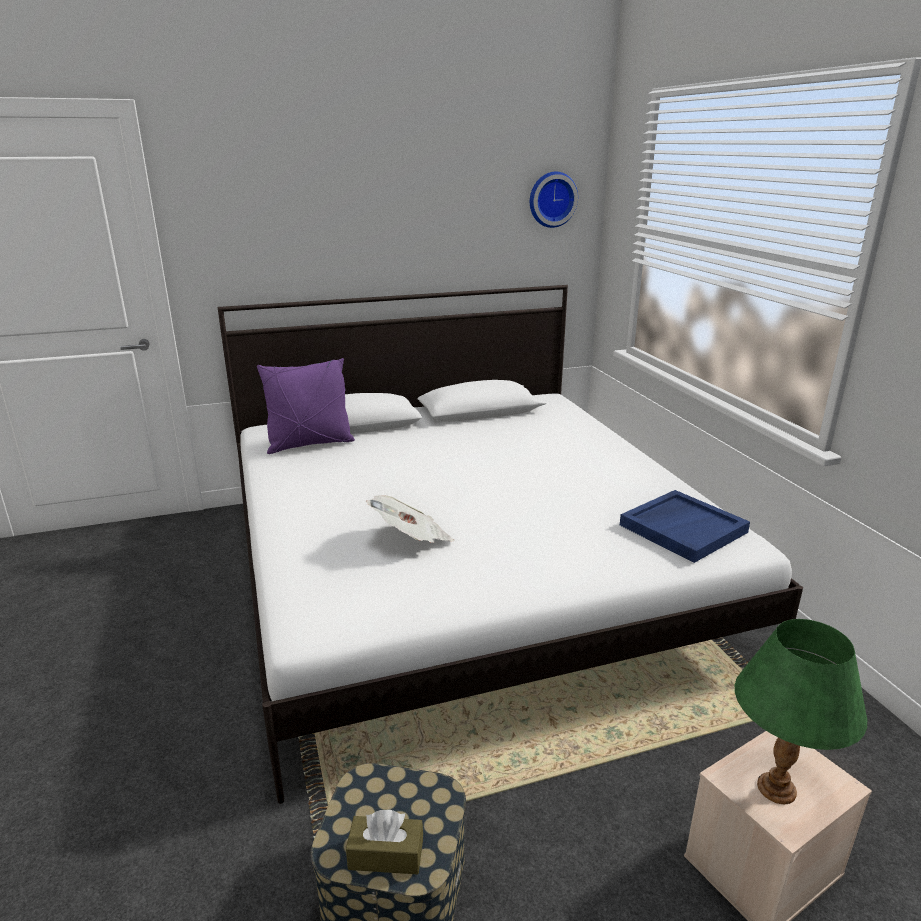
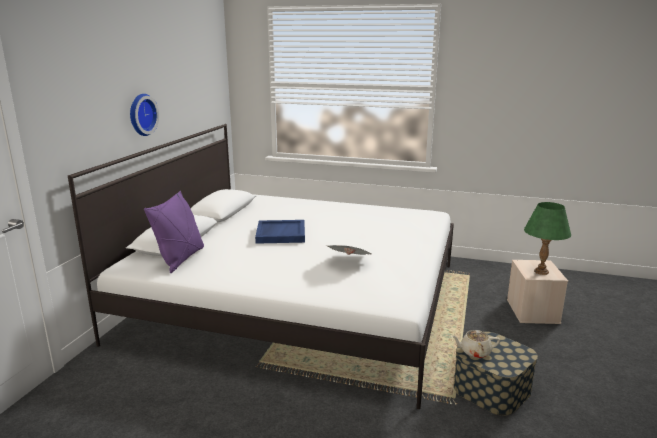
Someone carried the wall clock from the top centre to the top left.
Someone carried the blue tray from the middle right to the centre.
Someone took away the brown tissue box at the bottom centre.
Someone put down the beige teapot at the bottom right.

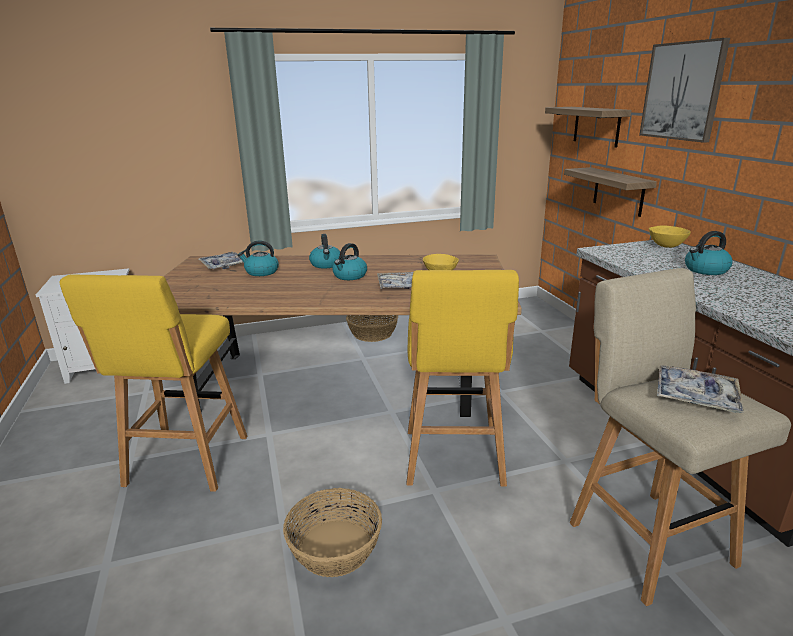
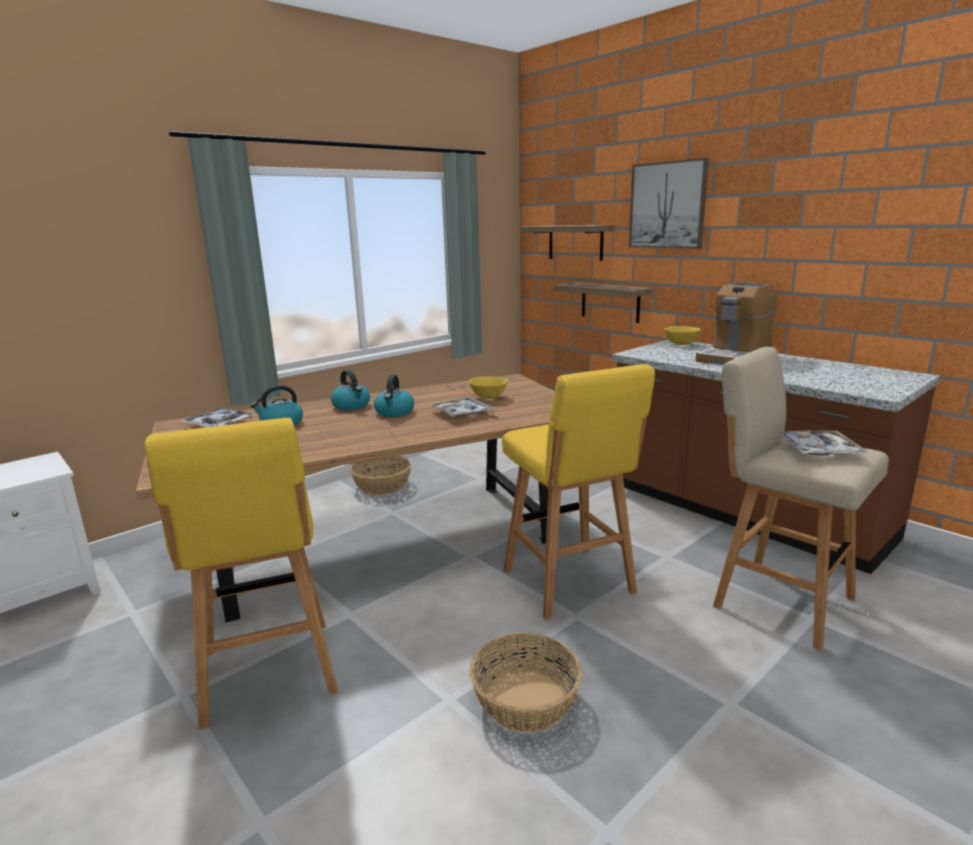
Someone swapped the kettle (no. 4 from left) at the middle right for the coffee machine at the middle right.

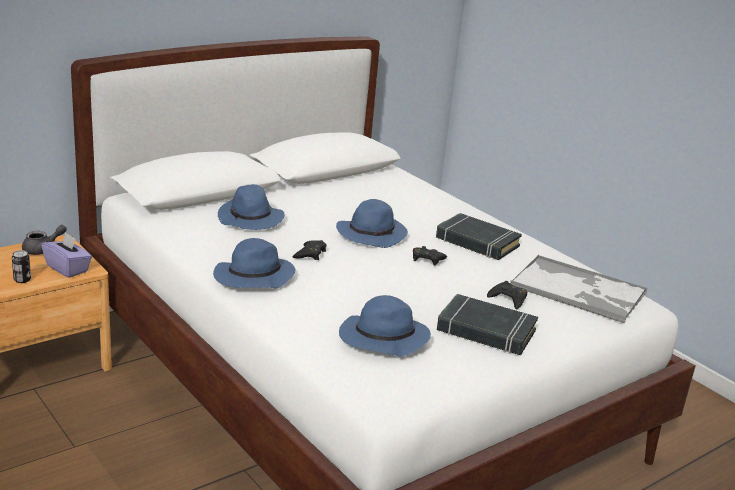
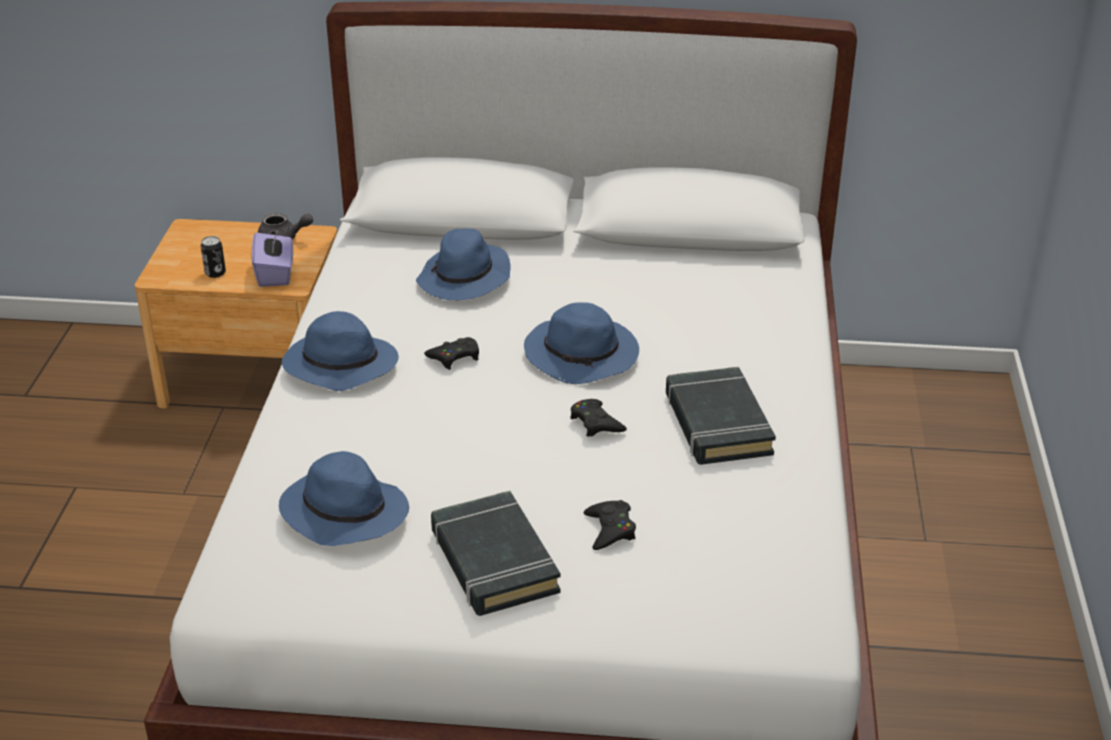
Someone took away the tray at the middle right.

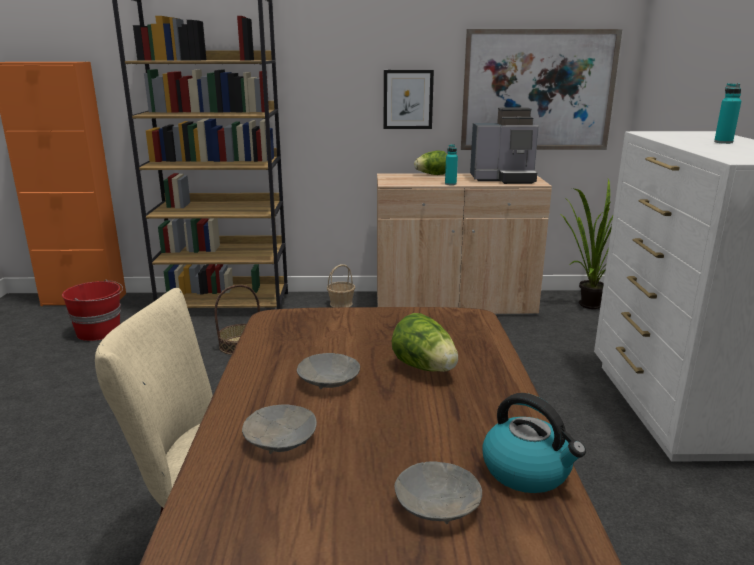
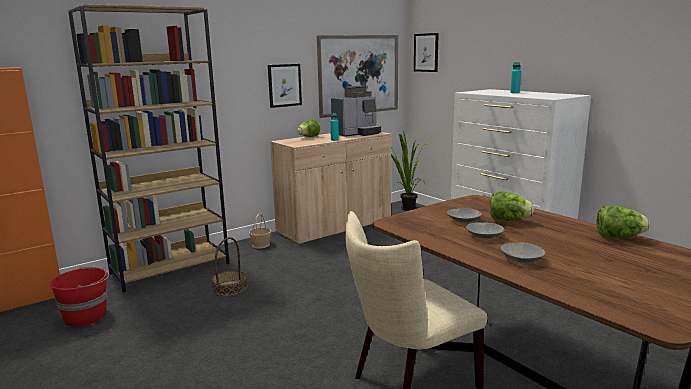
Someone swapped the kettle at the bottom right for the lettuce (no. 3 from left) at the middle right.
Someone carried the grey bowl (no. 3 from left in the first image) from the bottom centre to the middle right.
Someone put up the picture (no. 3 from left) at the top centre.

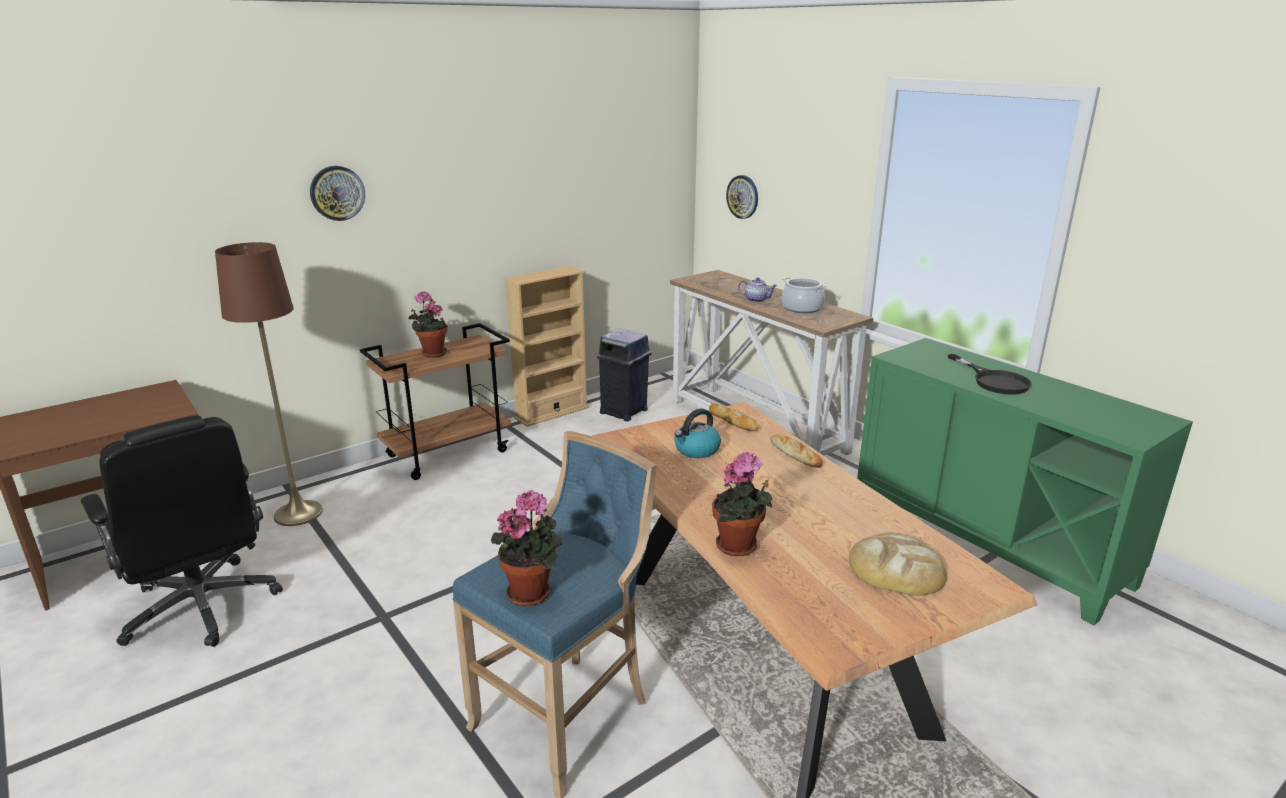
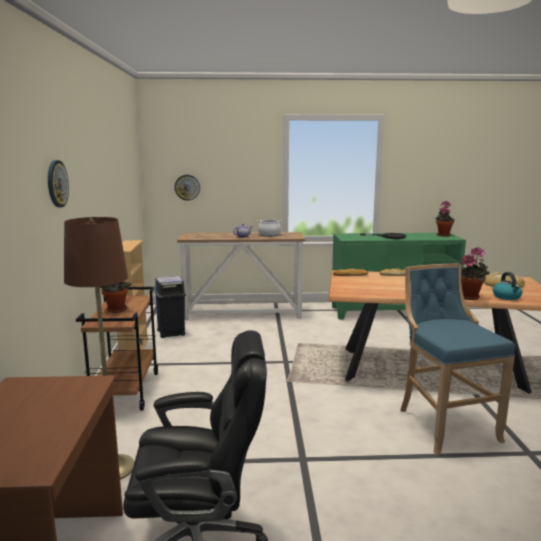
Someone carried the kettle from the centre to the middle right.
Someone carried the potted plant (no. 2 from left) from the bottom centre to the middle right.

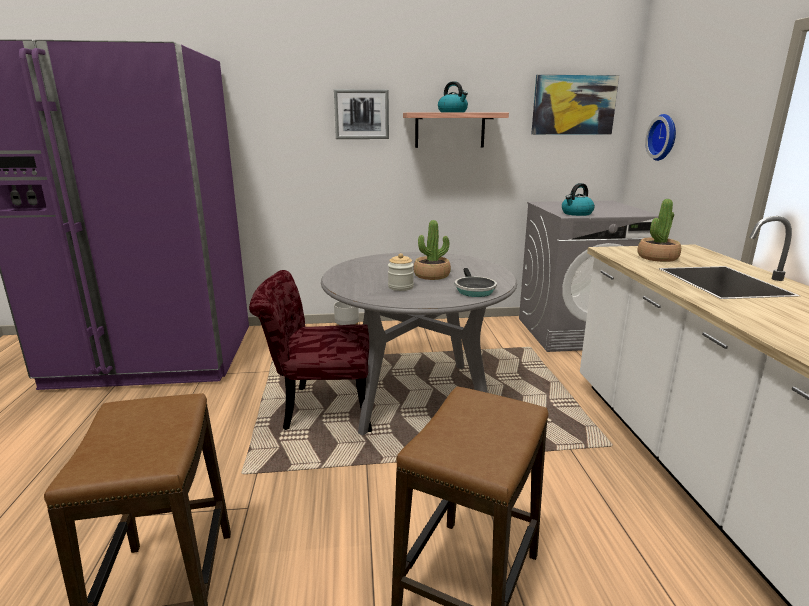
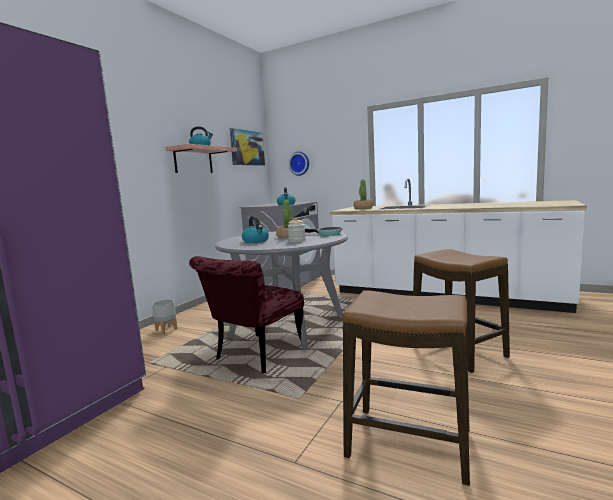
Someone took away the picture (no. 1 from left) at the top centre.
Someone put down the kettle (no. 2 from left) at the centre.

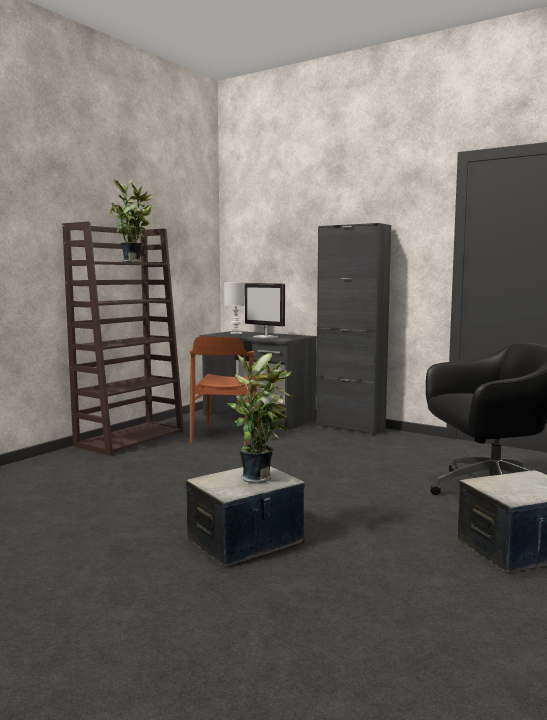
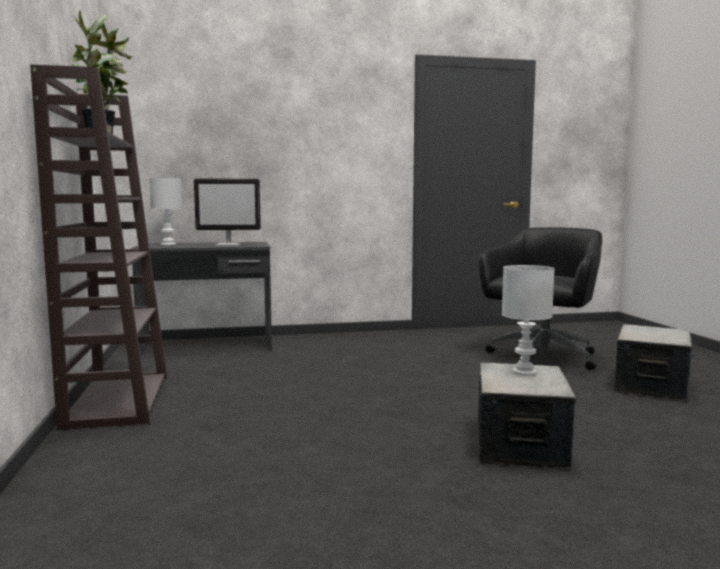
Someone took away the black cabinet at the centre.
Someone took away the brown chair at the centre.
Someone swapped the potted plant (no. 2 from left) at the centre for the white table lamp (no. 2 from left) at the middle right.

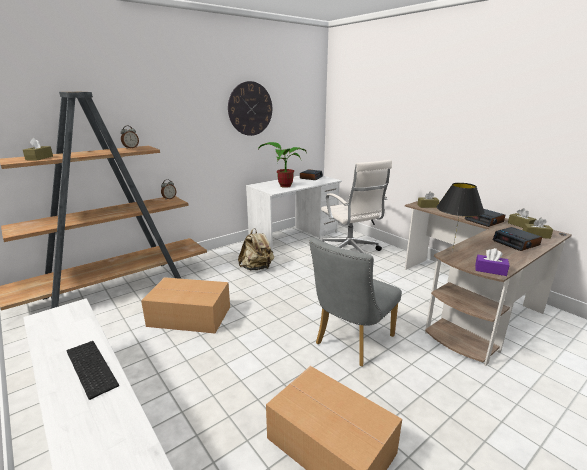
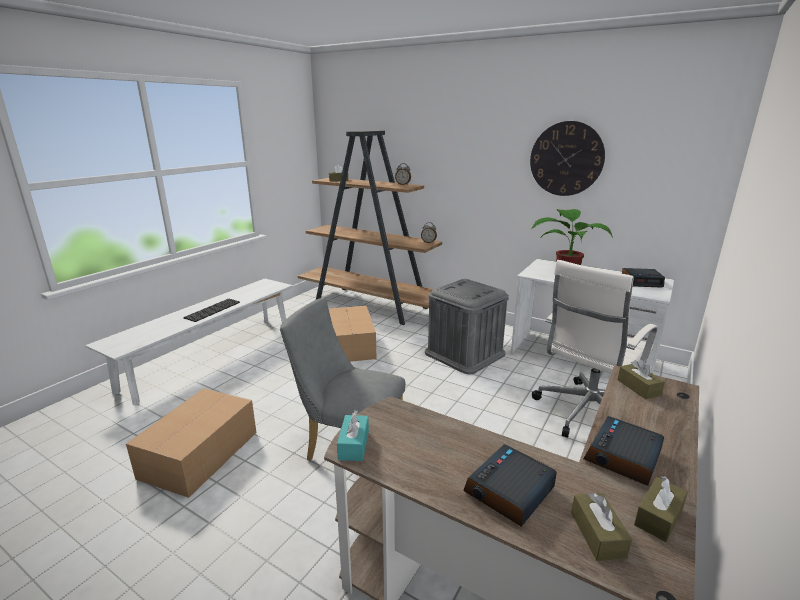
Someone took away the black table lamp at the middle right.
Someone swapped the beige backpack at the centre for the grey storage box at the centre.
Someone repainted the purple tissue box at the middle right, which became the turquoise tissue box at the bottom centre.

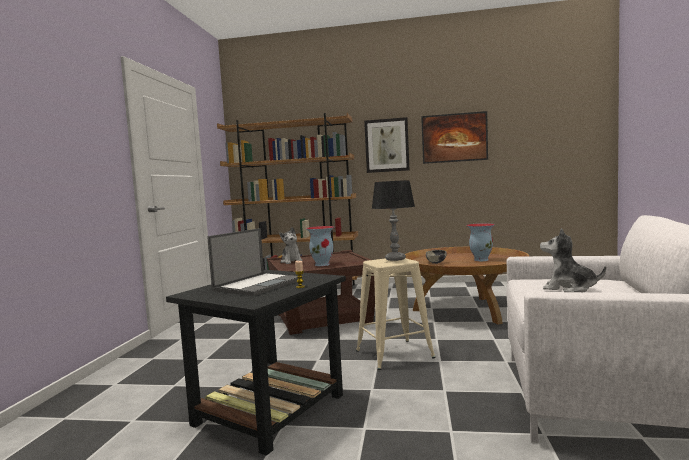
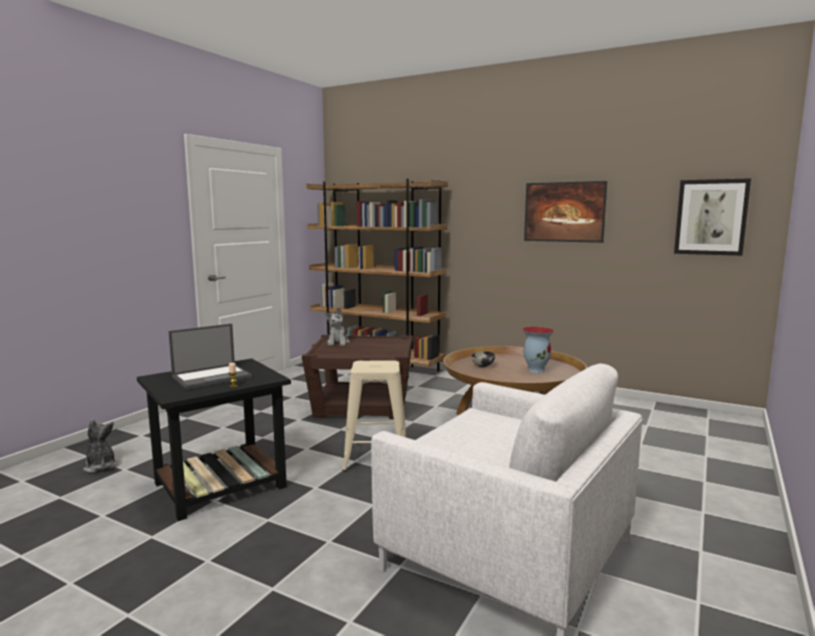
Someone carried the picture (no. 1 from left in the first image) from the top centre to the middle right.
Someone took away the table lamp at the centre.
Someone took away the vase (no. 1 from left) at the centre.
Someone carried the plush toy (no. 2 from left in the first image) from the middle right to the bottom left.

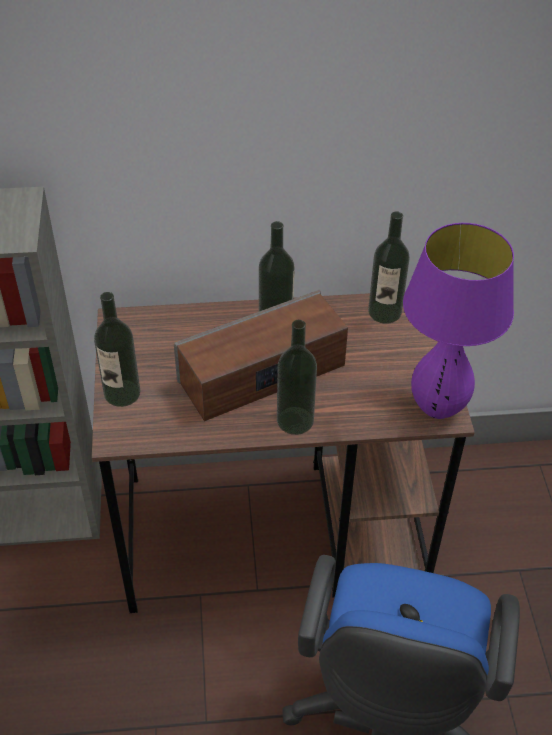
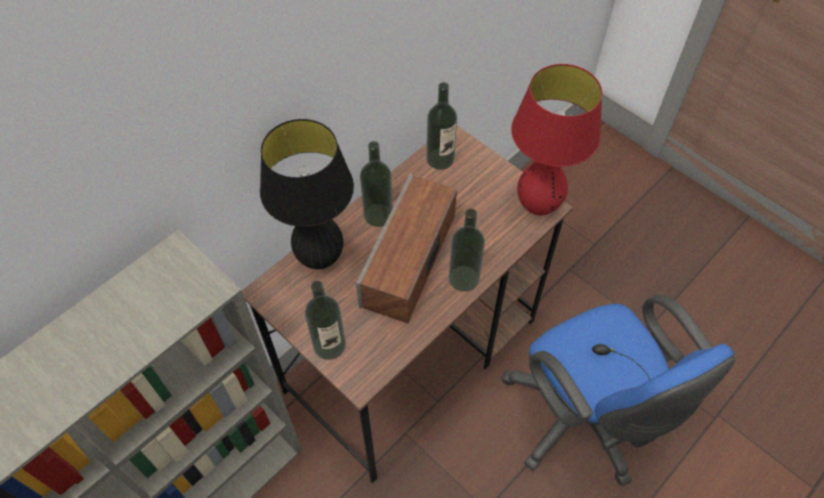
Someone repainted the purple table lamp at the middle right, which became the red table lamp at the top right.
Someone put down the black table lamp at the centre.

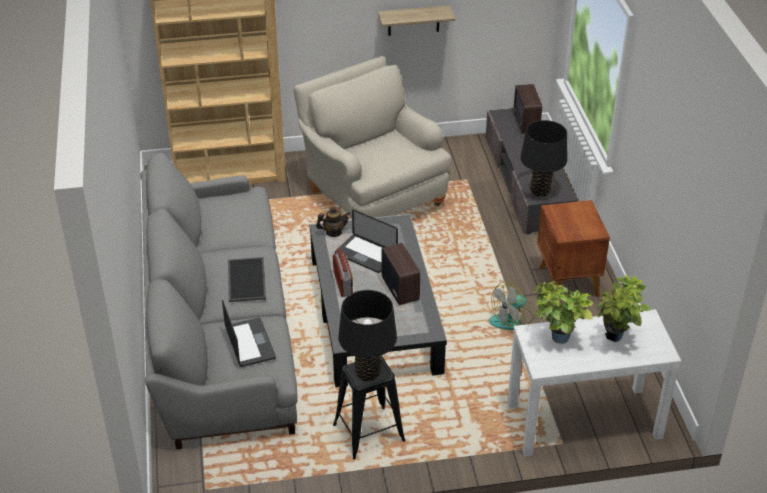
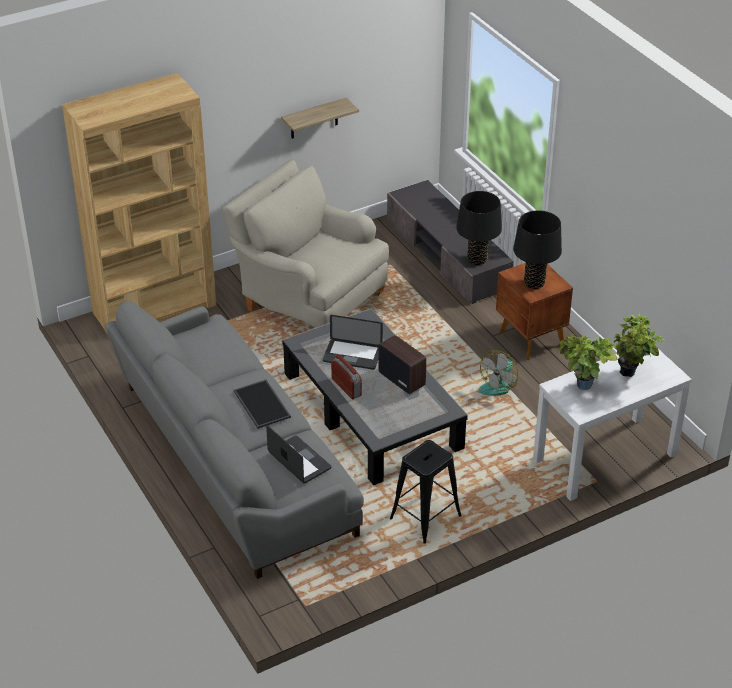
Someone took away the radio (no. 3 from left) at the top right.
Someone took away the teapot at the centre.
Someone carried the black table lamp (no. 1 from left in the first image) from the bottom centre to the middle right.

